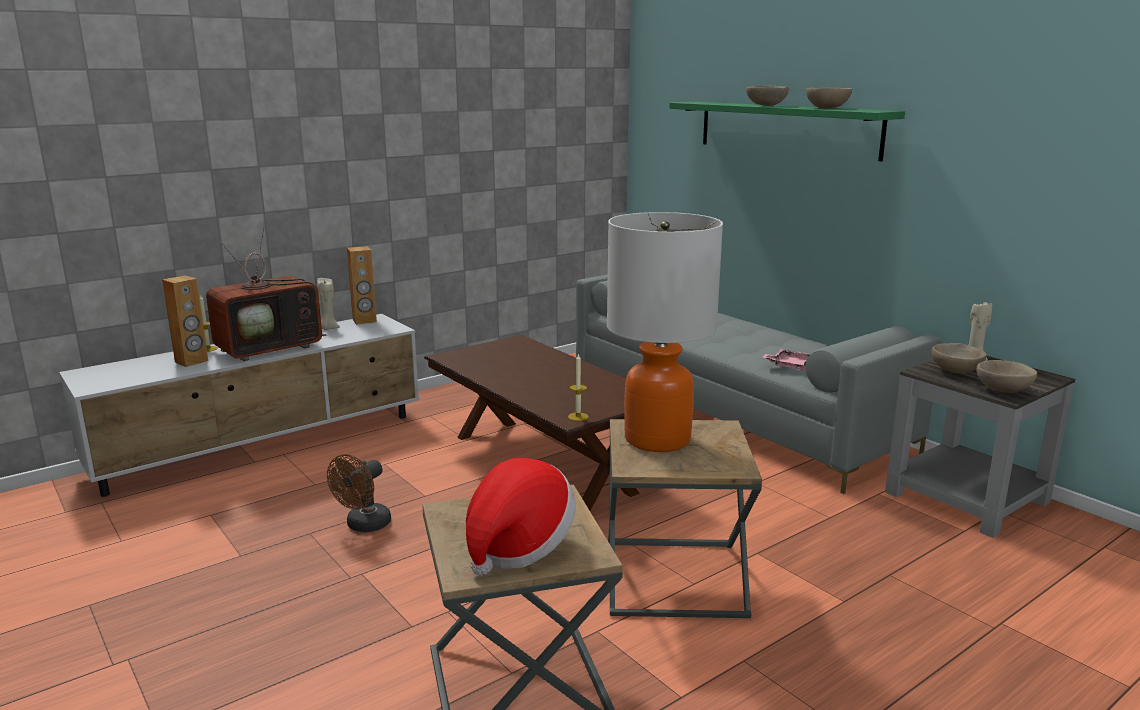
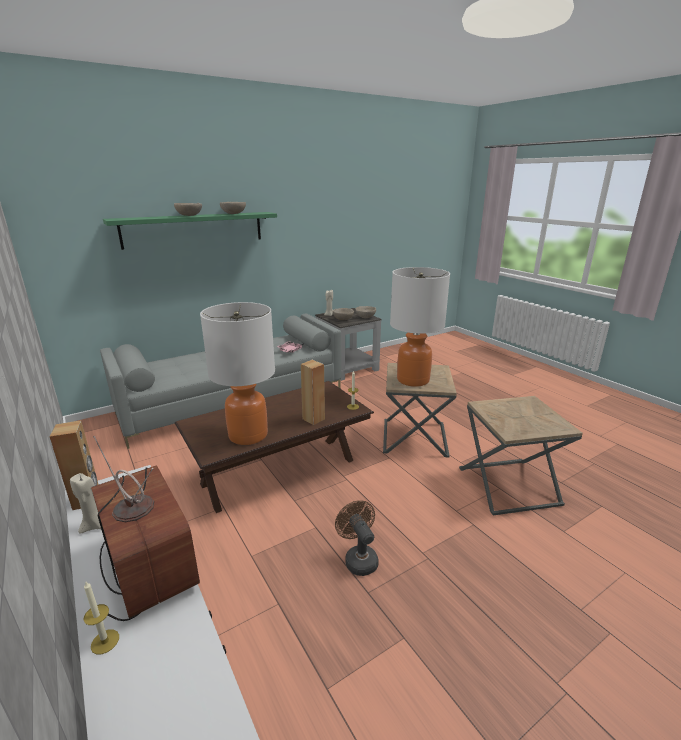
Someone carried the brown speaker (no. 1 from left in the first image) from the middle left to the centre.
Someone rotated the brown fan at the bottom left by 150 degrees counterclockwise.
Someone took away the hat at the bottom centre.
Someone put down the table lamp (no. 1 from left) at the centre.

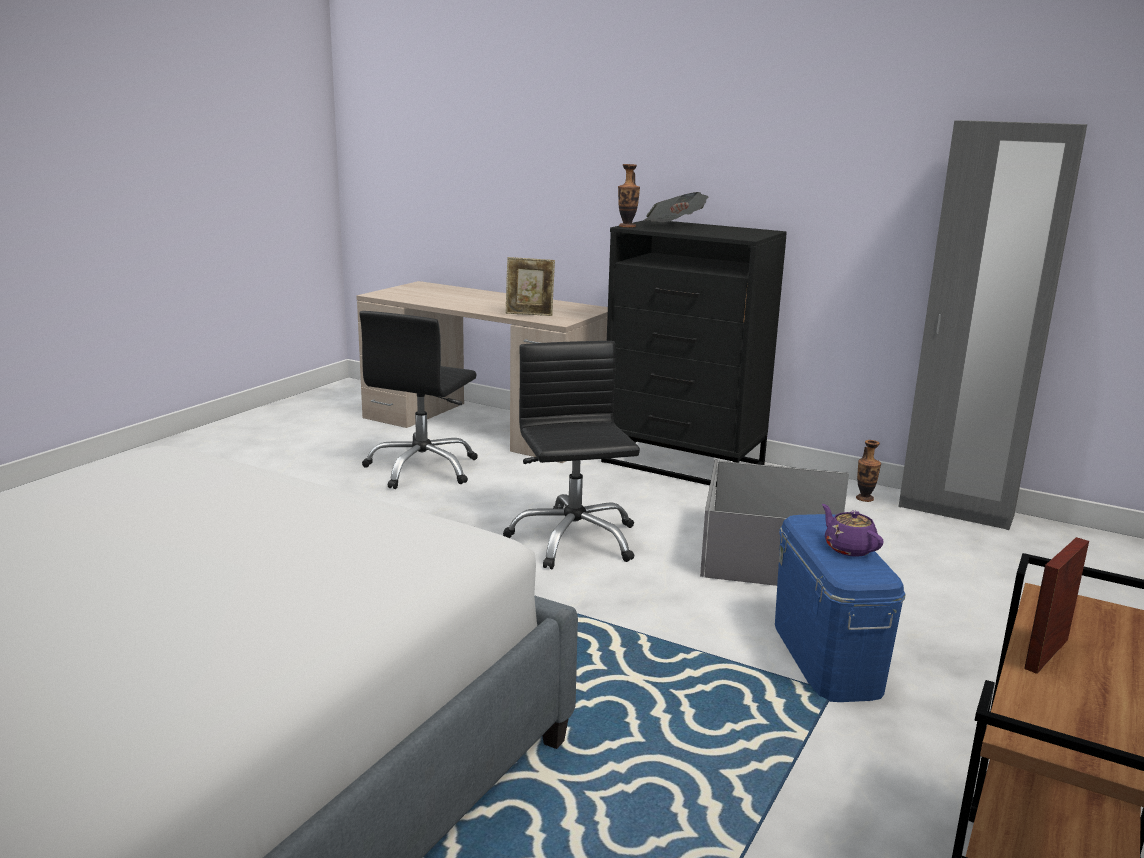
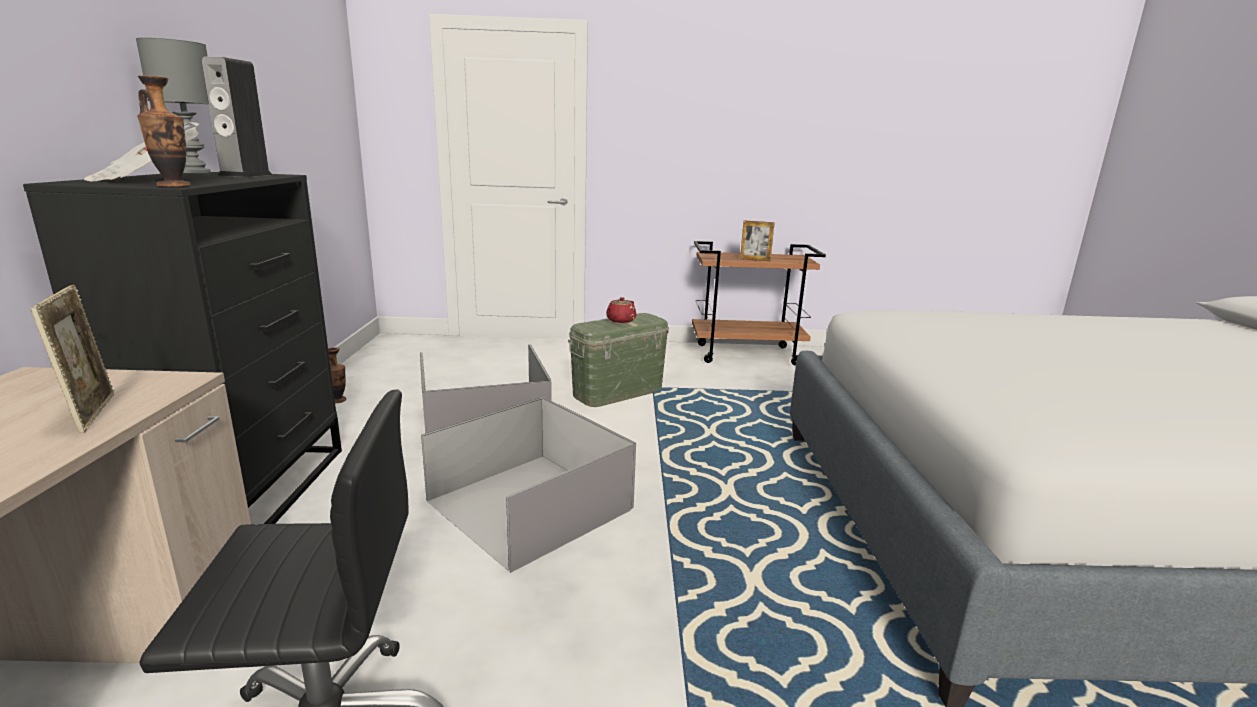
Someone took away the grey wardrobe at the middle right.
Someone swapped the black office chair (no. 2 from left) at the centre for the grey storage box (no. 2 from left) at the bottom centre.
Someone repainted the purple teapot at the middle right, which became the red teapot at the centre.
Someone repainted the blue storage box at the bottom right, which became the green storage box at the centre.
Someone put down the grey table lamp at the top left.
Someone put down the speaker at the top left.

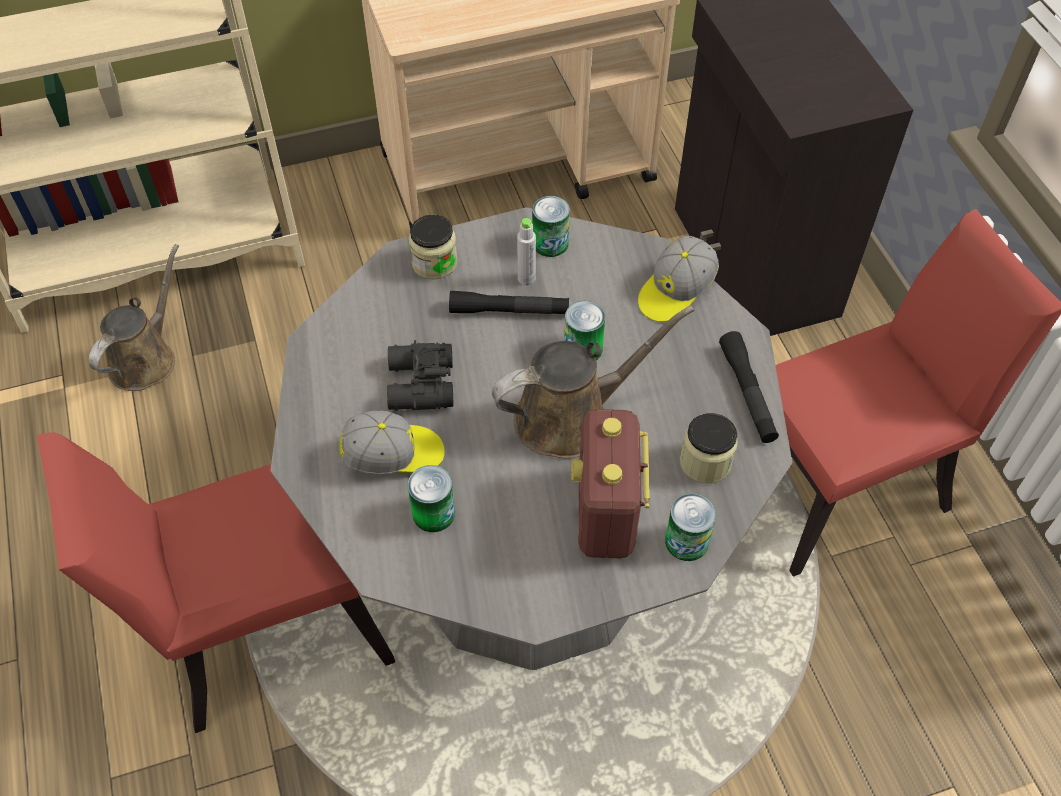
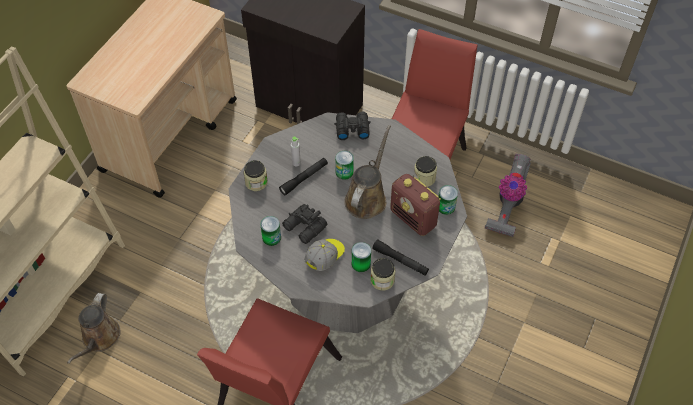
Someone carried the can (no. 2 from left in the first image) from the top centre to the centre.
Someone swapped the cap (no. 2 from left) at the centre for the black binoculars (no. 2 from left) at the top centre.
Someone rotated the brown watering can (no. 1 from left) at the middle left by 150 degrees counterclockwise.
Someone carried the black flashlight (no. 2 from left) from the middle right to the centre.
Someone put down the vacuum cleaner at the middle right.
Someone put down the jar (no. 2 from left) at the bottom centre.

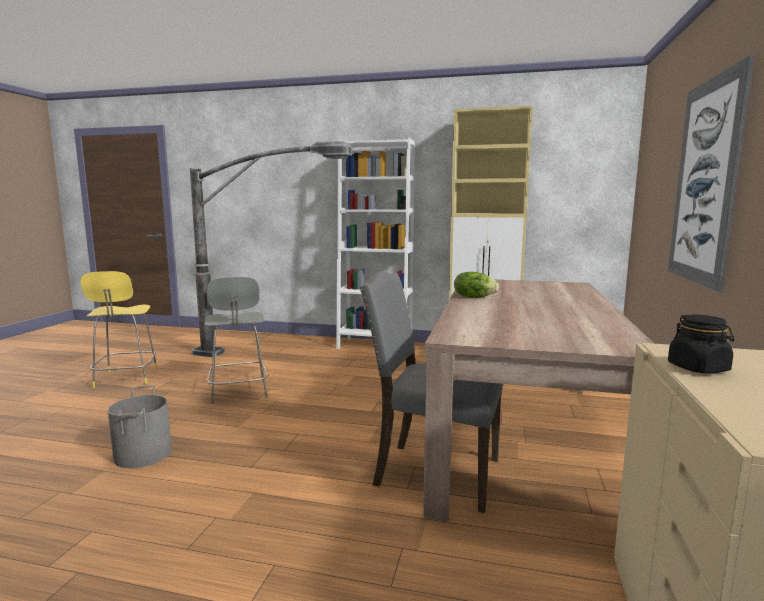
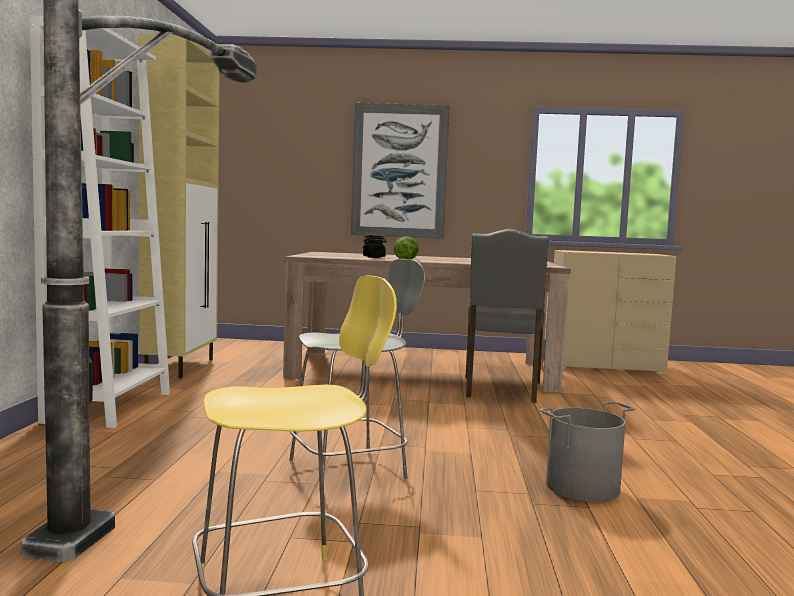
Someone carried the black jar from the middle right to the centre.

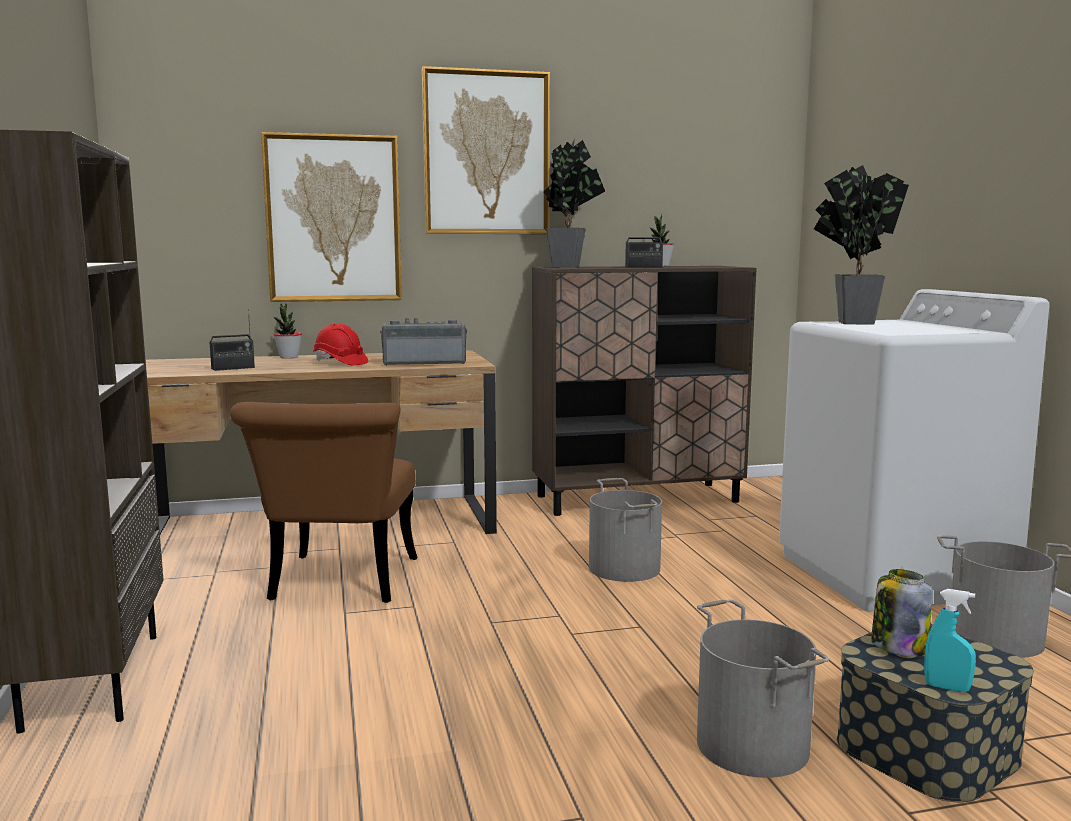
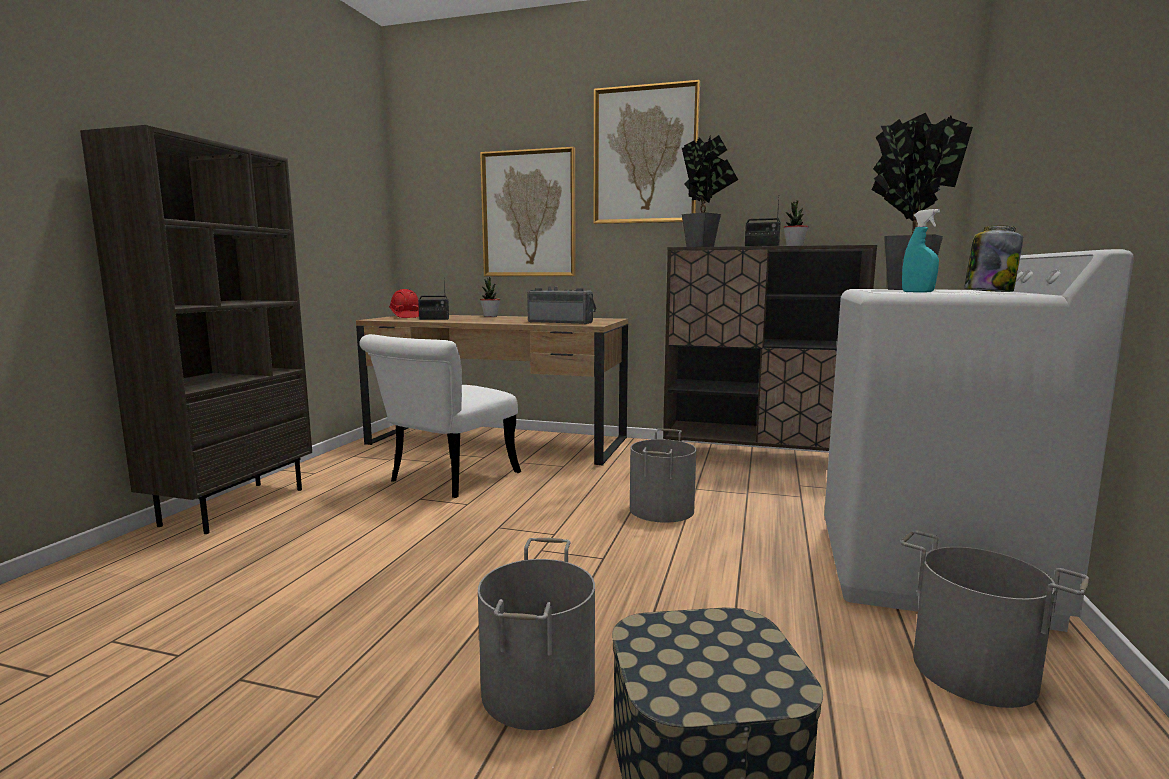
Someone carried the red hard hat from the middle left to the centre.
Someone repainted the brown chair at the middle left, which became the white chair at the centre.
Someone carried the jar from the bottom right to the top right.
Someone carried the turquoise spray bottle from the bottom right to the top right.

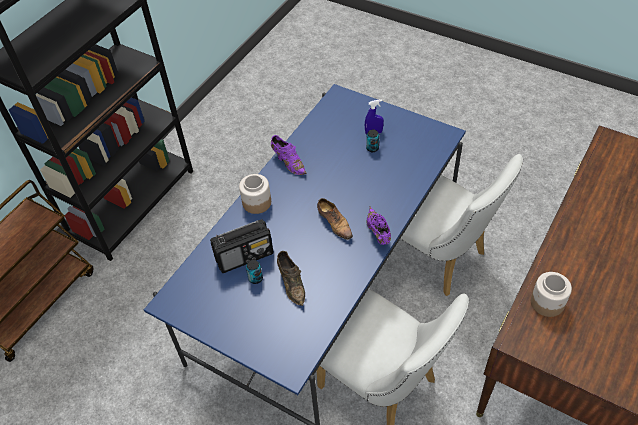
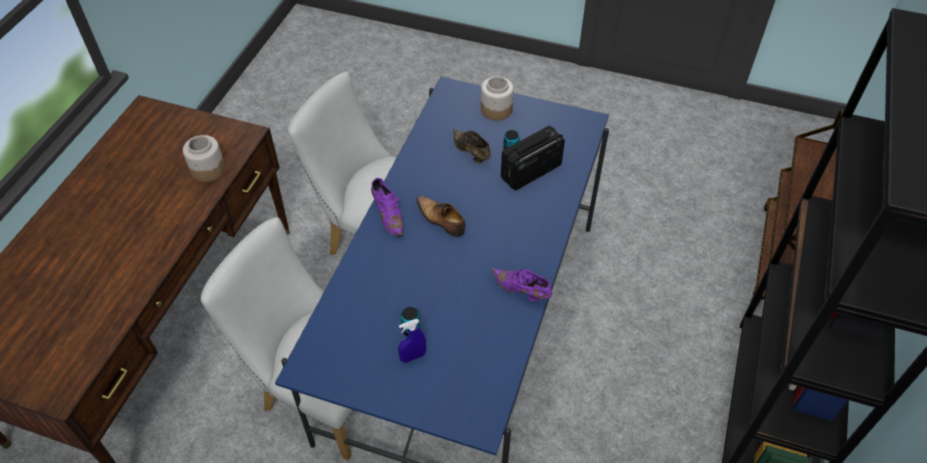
Someone carried the jar (no. 1 from left in the first image) from the centre to the top centre.

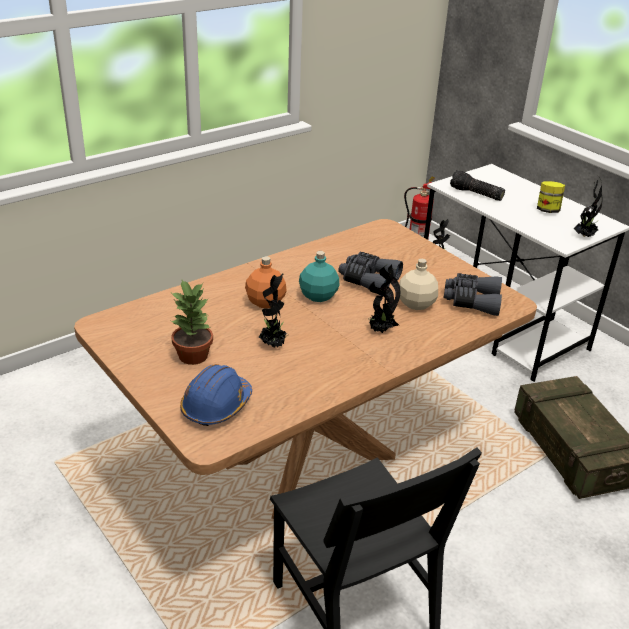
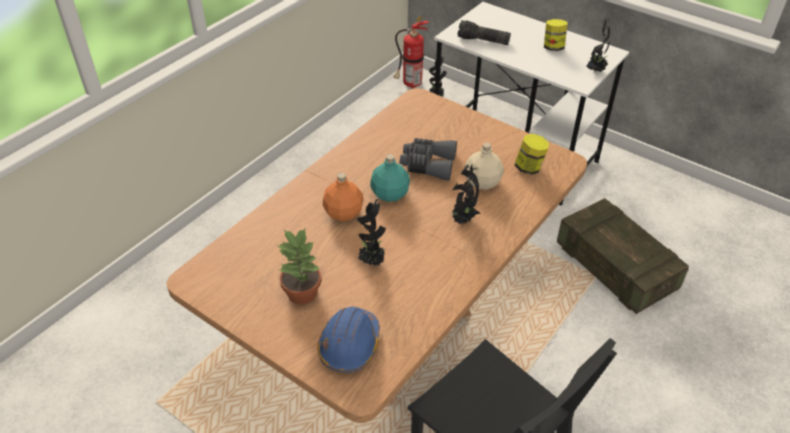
Someone swapped the grey binoculars (no. 2 from left) at the middle right for the jar (no. 1 from left) at the middle right.

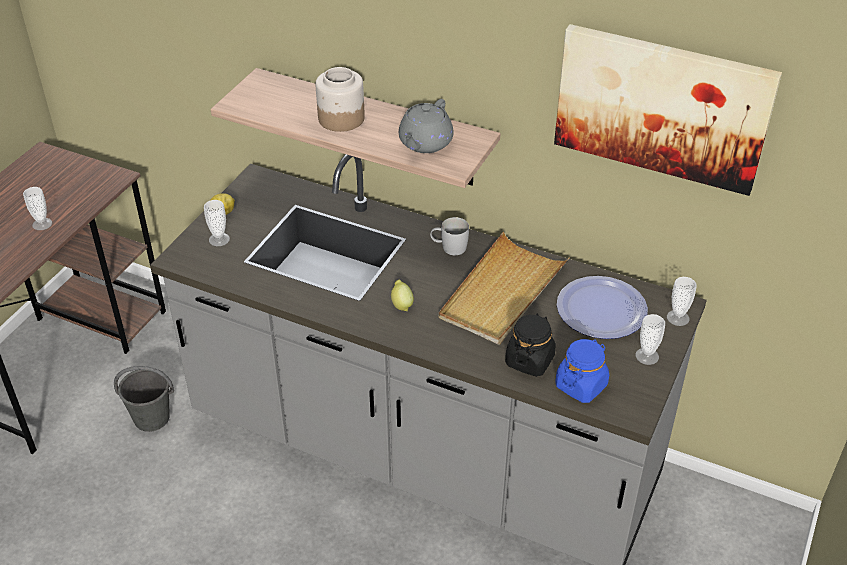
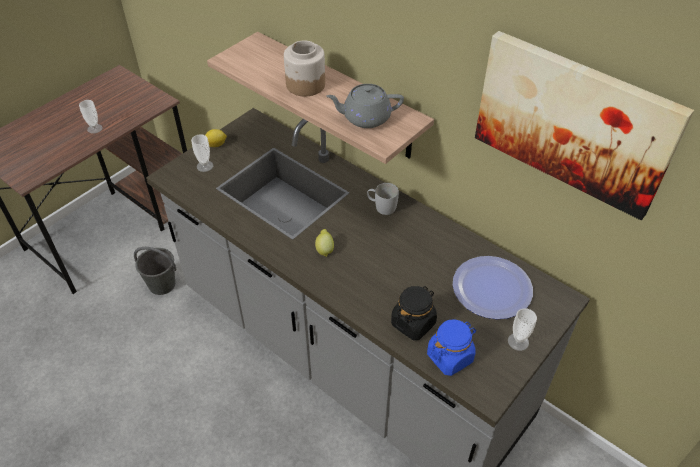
Someone rotated the grey teapot at the top centre by 45 degrees clockwise.
Someone took away the beige tray at the centre.
Someone took away the cup (no. 4 from left) at the middle right.

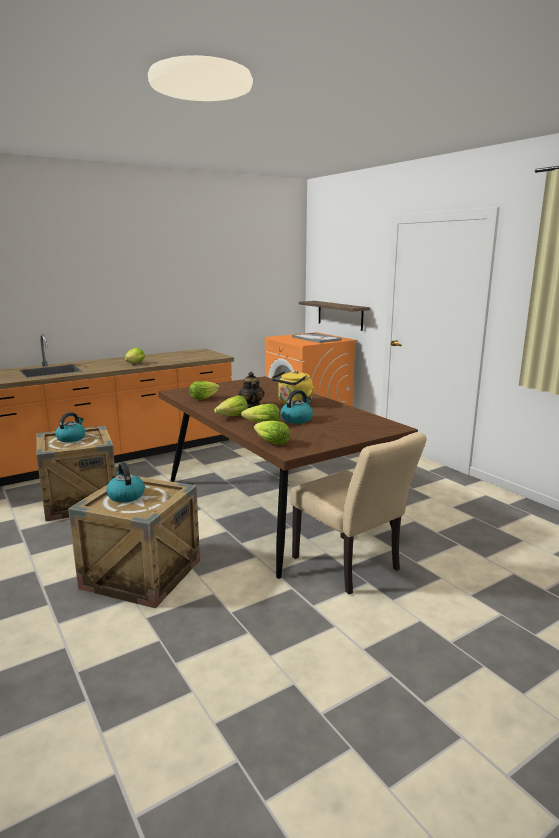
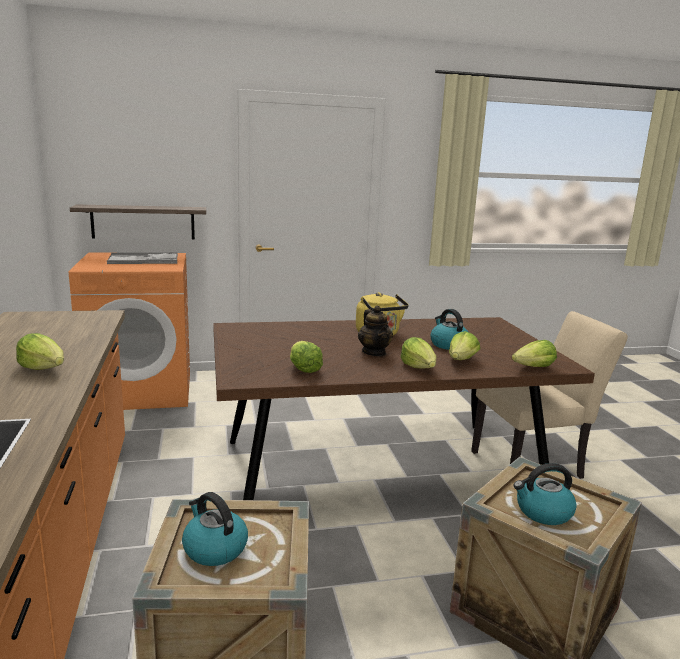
Someone rotated the teapot at the centre by 120 degrees counterclockwise.

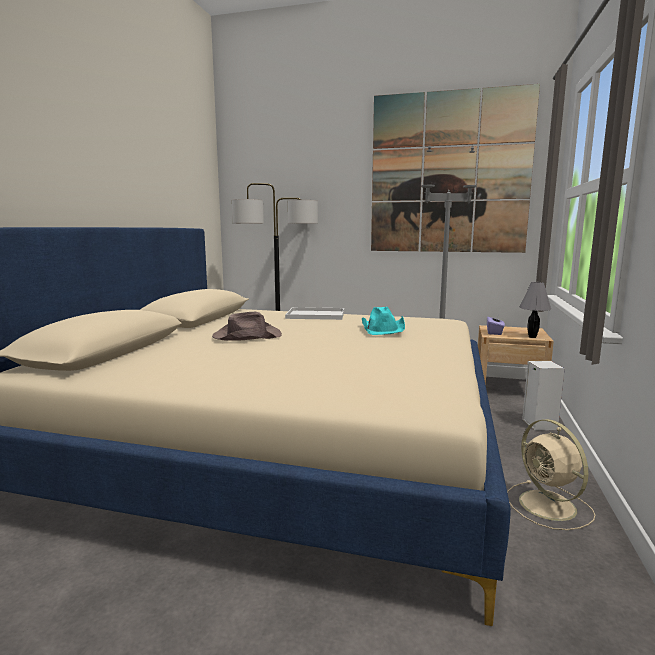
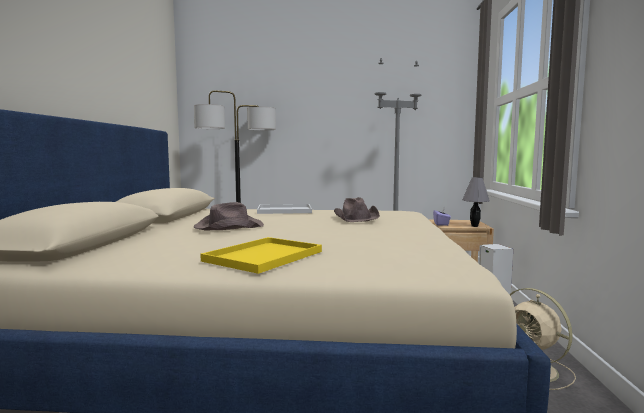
Someone took away the picture at the top right.
Someone repainted the turquoise hat at the centre, which became the brown hat (no. 2 from left) at the centre.
Someone put down the yellow tray at the centre.

